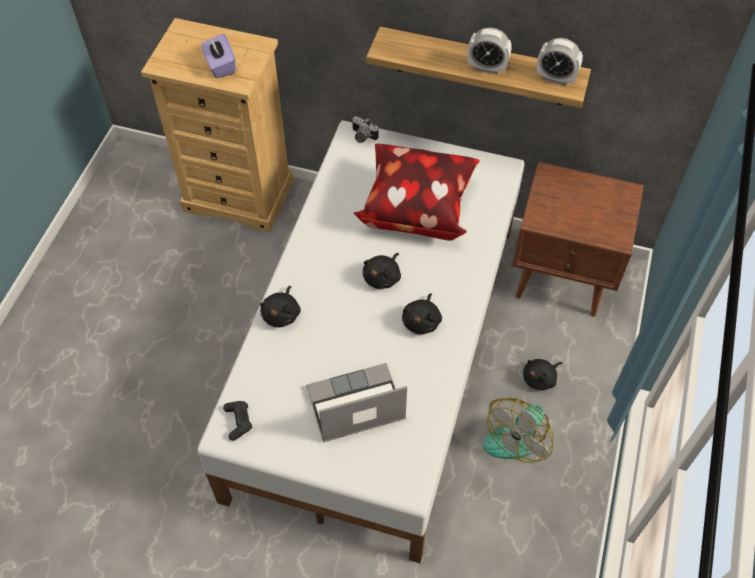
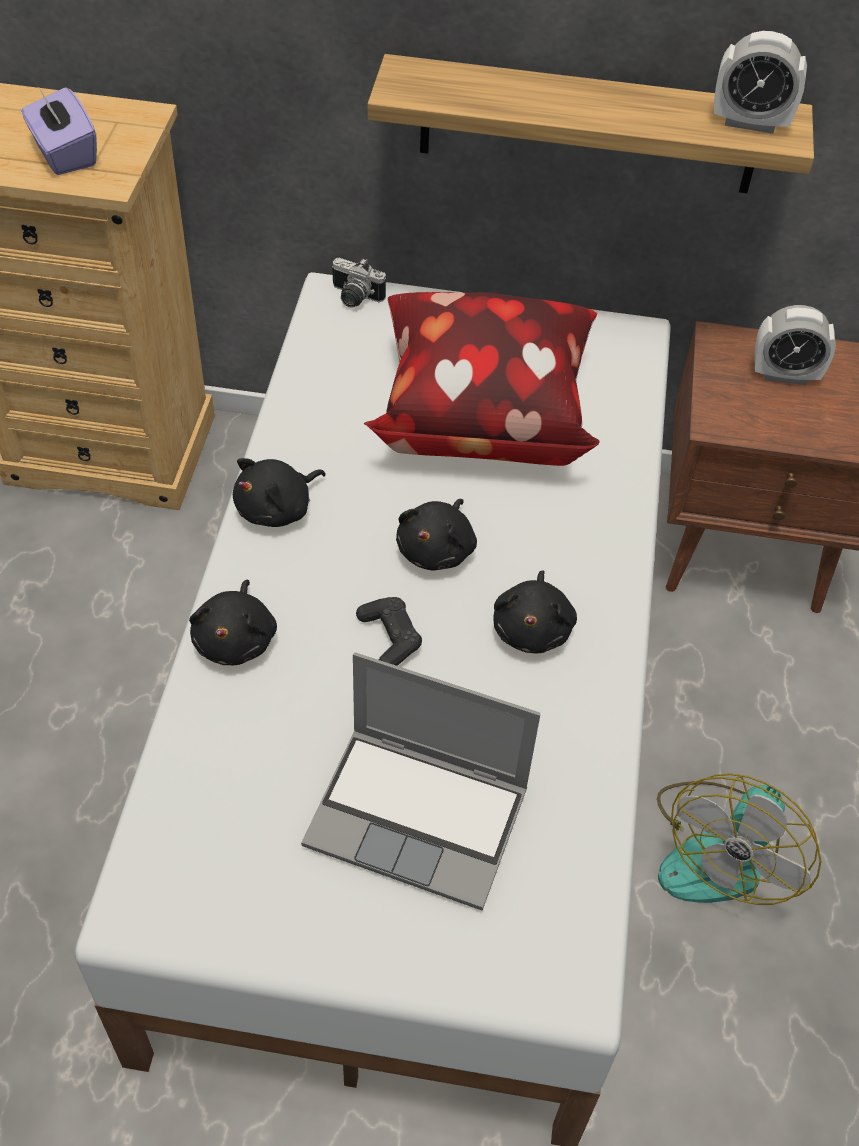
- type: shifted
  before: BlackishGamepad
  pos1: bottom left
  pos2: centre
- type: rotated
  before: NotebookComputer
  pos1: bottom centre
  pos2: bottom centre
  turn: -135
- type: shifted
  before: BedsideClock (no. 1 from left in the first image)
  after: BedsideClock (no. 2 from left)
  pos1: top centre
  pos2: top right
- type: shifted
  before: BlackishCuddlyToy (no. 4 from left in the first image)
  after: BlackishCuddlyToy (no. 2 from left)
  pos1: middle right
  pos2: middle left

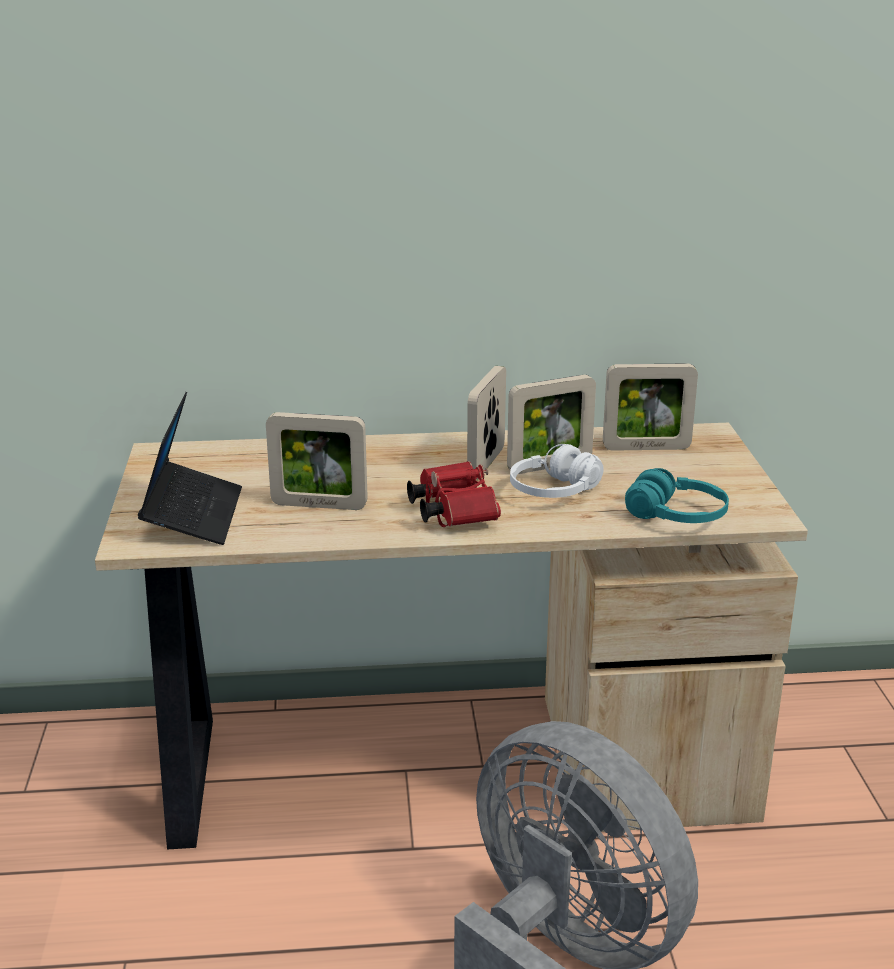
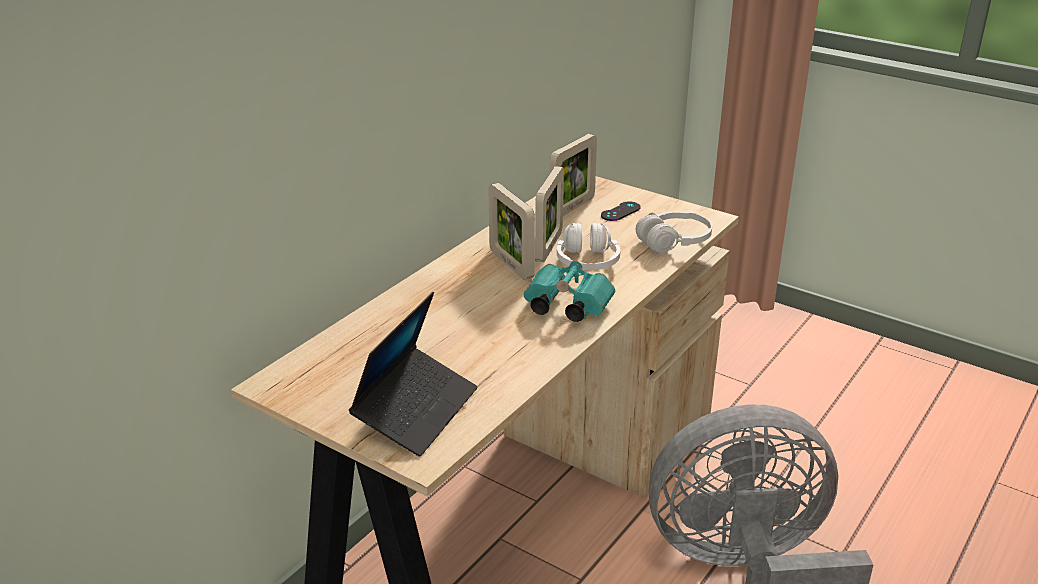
- type: rotated
  before: NotebookComputer
  pos1: middle left
  pos2: centre
  turn: 75
- type: gone
  before: PhotoFrame (no. 1 from left)
  pos1: centre
- type: repainted
  before: ReddishPairOfBinoculars
  after: TurquoiseColouredPairOfBinoculars
  pos1: centre
  pos2: centre
- type: repainted
  before: TurquoiseColouredHeadset
  after: WhitishHeadset (no. 2 from left)
  pos1: middle right
  pos2: centre
- type: new
  after: BlackishGamepad
  pos2: centre

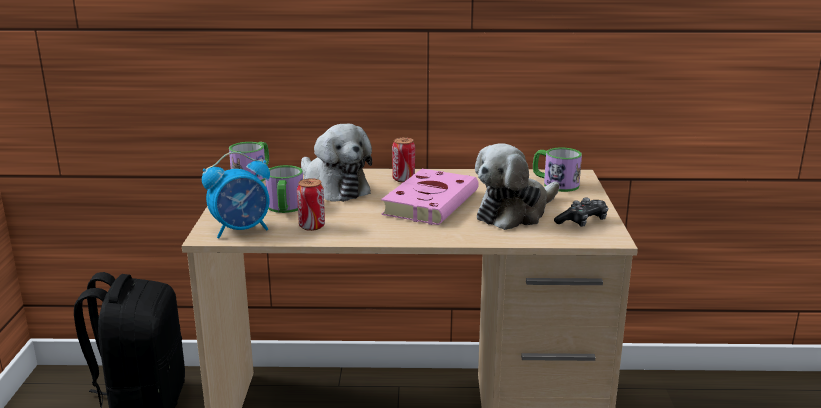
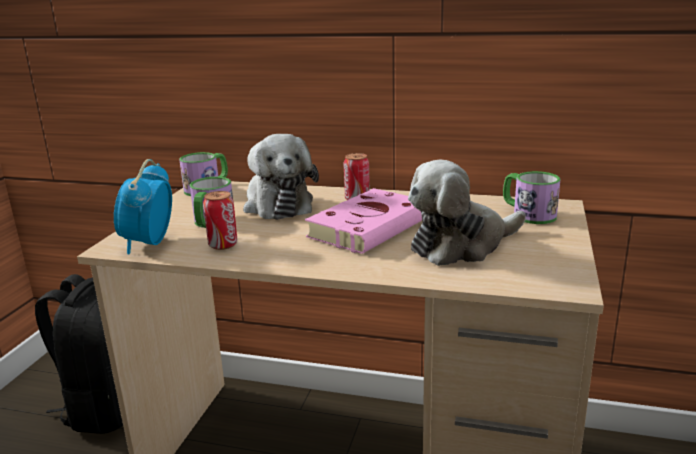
- type: rotated
  before: BedsideClock
  pos1: middle left
  pos2: middle left
  turn: 105
- type: gone
  before: Gamepad
  pos1: middle right

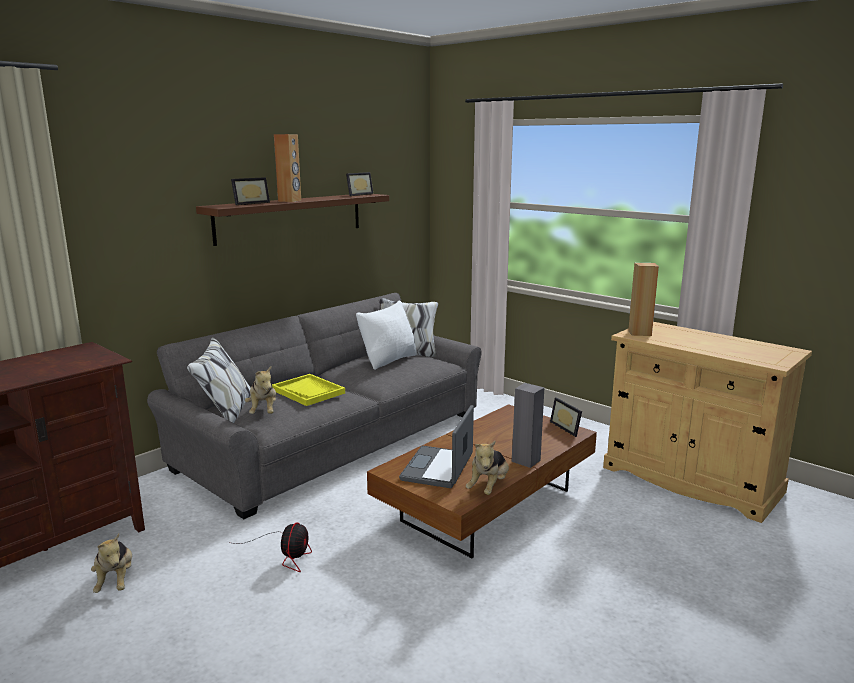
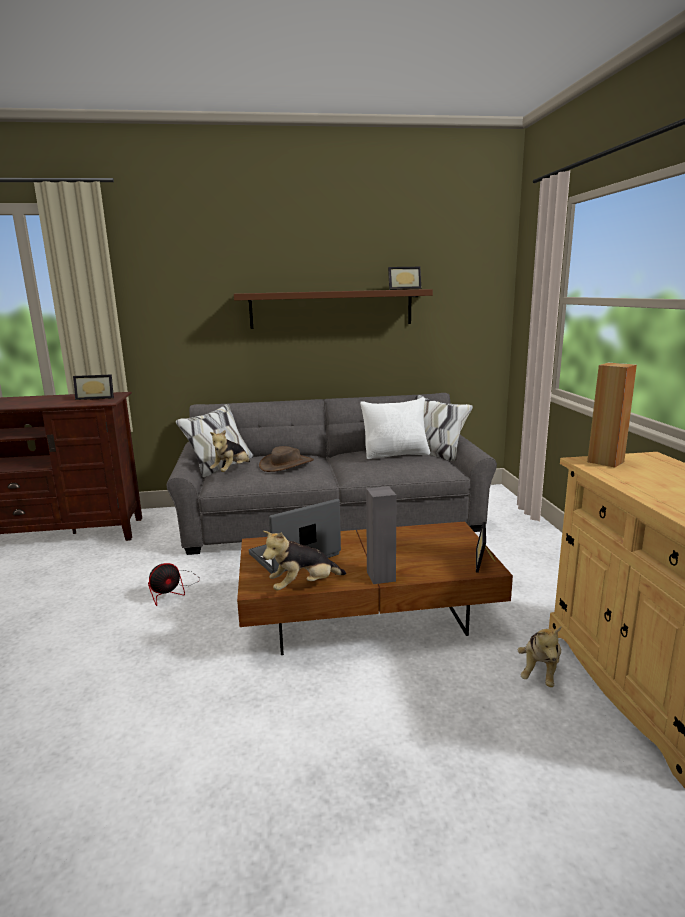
- type: shifted
  before: CuddlyToy (no. 1 from left in the first image)
  after: CuddlyToy (no. 3 from left)
  pos1: bottom left
  pos2: bottom right
- type: shifted
  before: PhotoFrame (no. 1 from left)
  pos1: top left
  pos2: middle left
- type: swapped
  before: YellowServingTray
  after: BrownColouredWearableHat
  pos1: centre
  pos2: centre
- type: gone
  before: BrownColouredAudioSpeaker (no. 1 from left)
  pos1: top centre

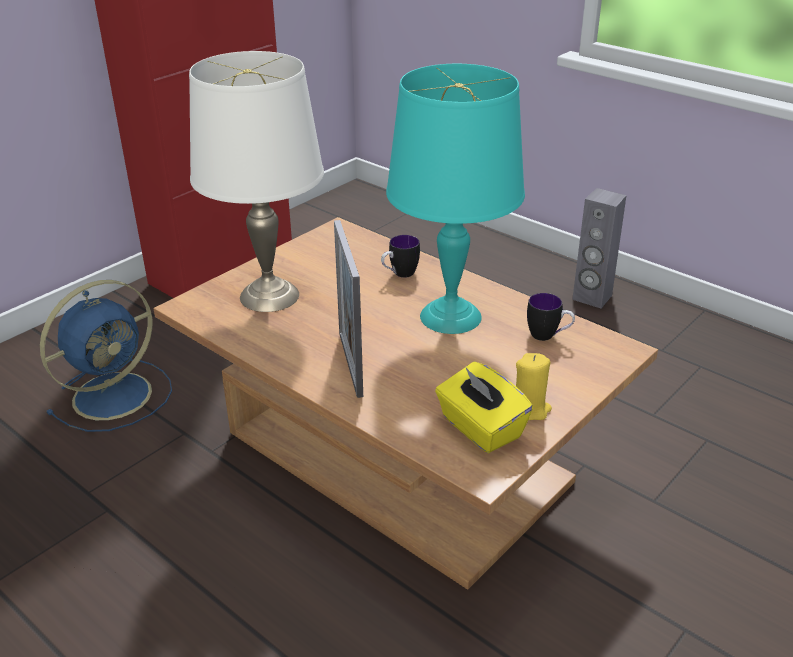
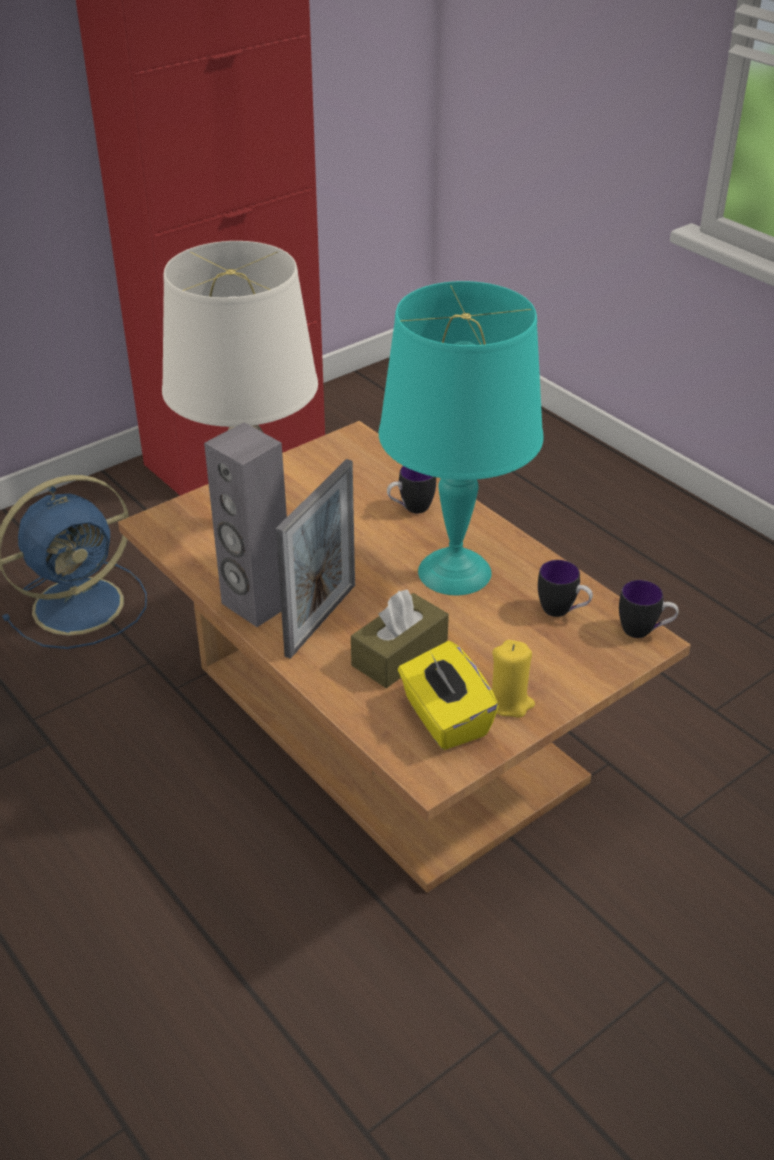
- type: rotated
  before: PhotoFrame
  pos1: centre
  pos2: centre
  turn: -150
- type: shifted
  before: GrayAudioSpeaker
  pos1: middle right
  pos2: middle left
- type: new
  after: BrownColouredTissueBox
  pos2: centre
- type: new
  after: CoffeeMug (no. 3 from left)
  pos2: middle right

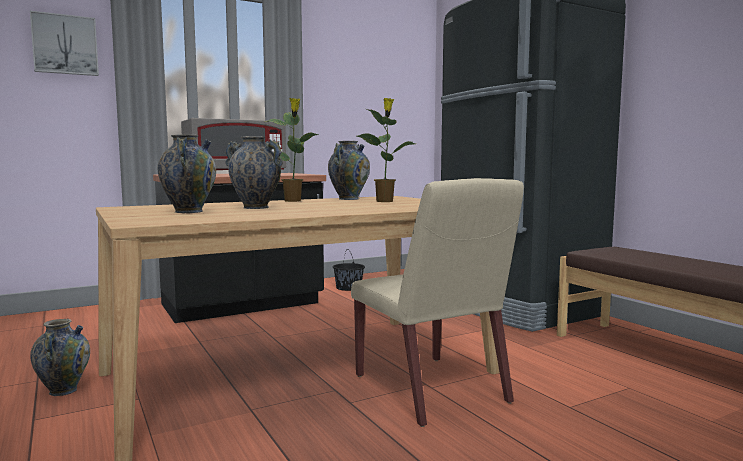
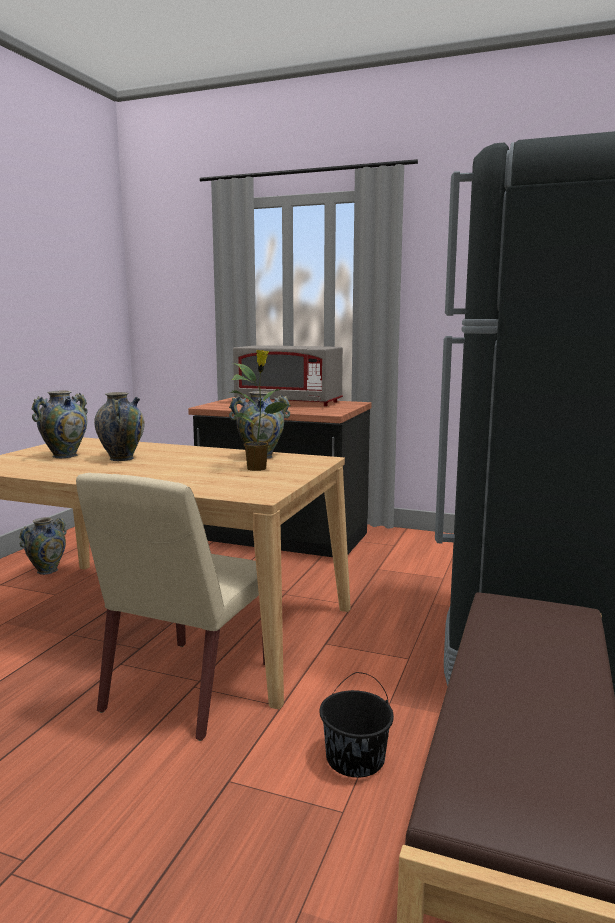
- type: gone
  before: WallArt
  pos1: top left
- type: gone
  before: Houseplant (no. 1 from left)
  pos1: top centre
- type: shifted
  before: BlackishPail
  pos1: centre
  pos2: bottom centre

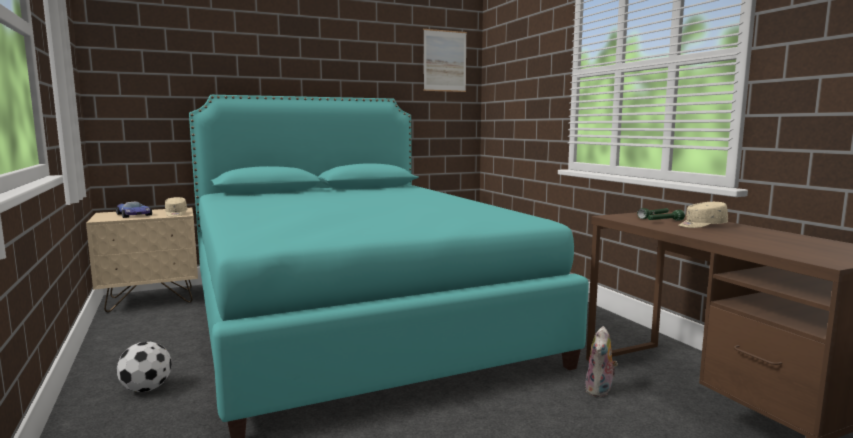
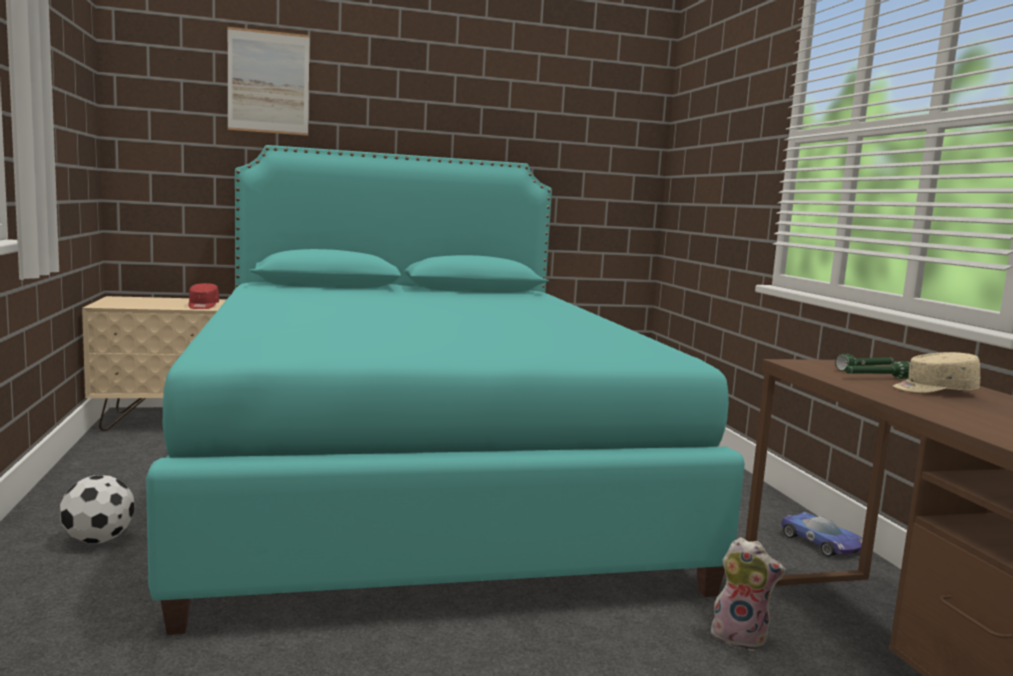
- type: shifted
  before: ToyCar
  pos1: middle left
  pos2: bottom right
- type: repainted
  before: BeigeColouredCap (no. 1 from left)
  after: ReddishCap
  pos1: middle left
  pos2: middle left
- type: shifted
  before: WallArt
  pos1: top centre
  pos2: top left
- type: rotated
  before: CuddlyToy
  pos1: bottom right
  pos2: bottom right
  turn: -105

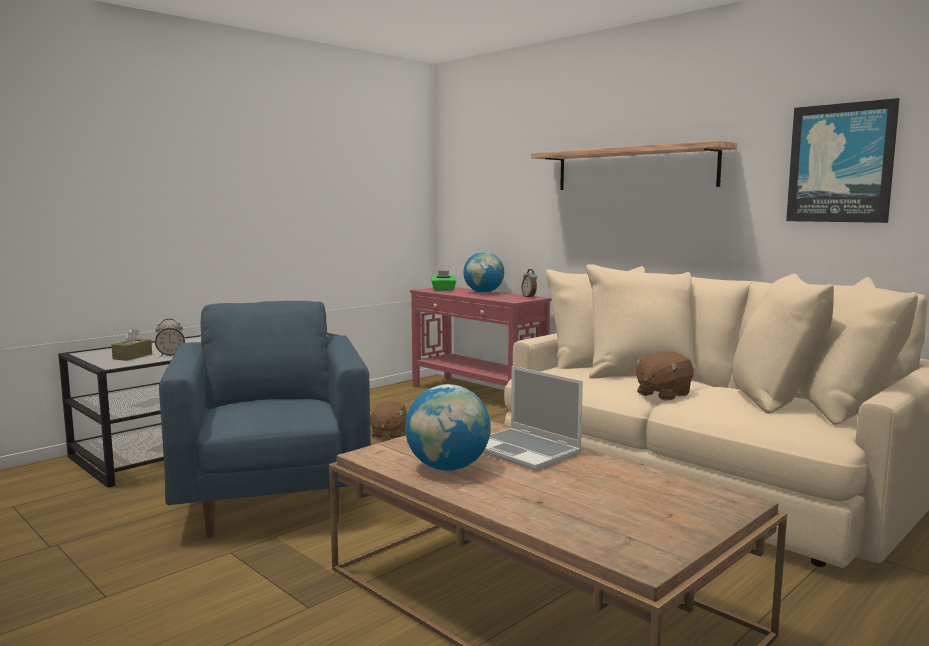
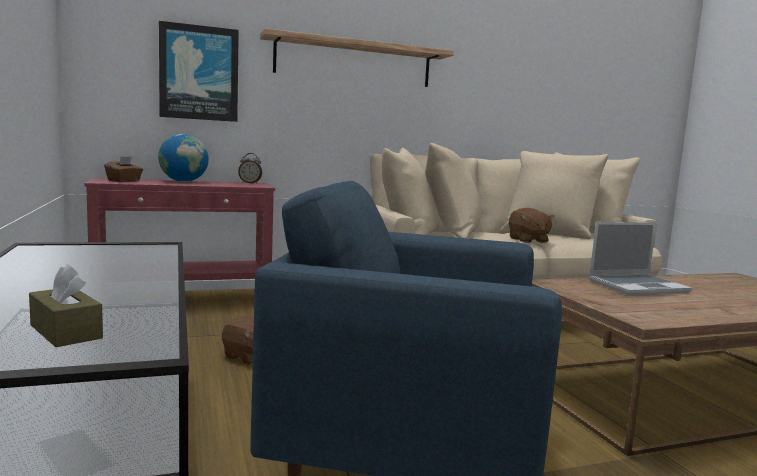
- type: gone
  before: BedsideClock (no. 1 from left)
  pos1: middle left
- type: gone
  before: Globe (no. 1 from left)
  pos1: centre
- type: repainted
  before: GreenishTissueBox
  after: BrownColouredTissueBox (no. 2 from left)
  pos1: centre
  pos2: middle left
- type: shifted
  before: WallArt
  pos1: top right
  pos2: top left

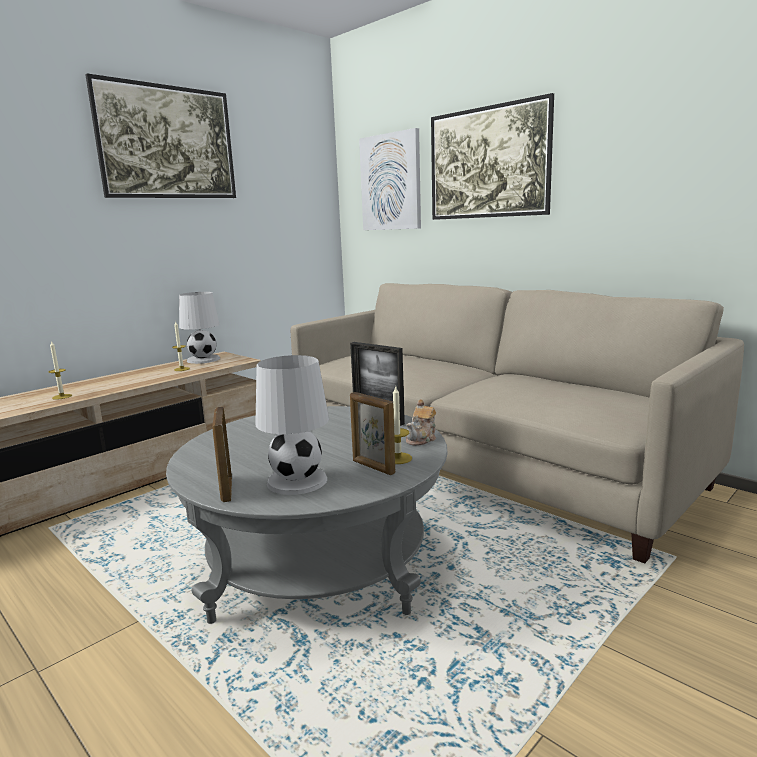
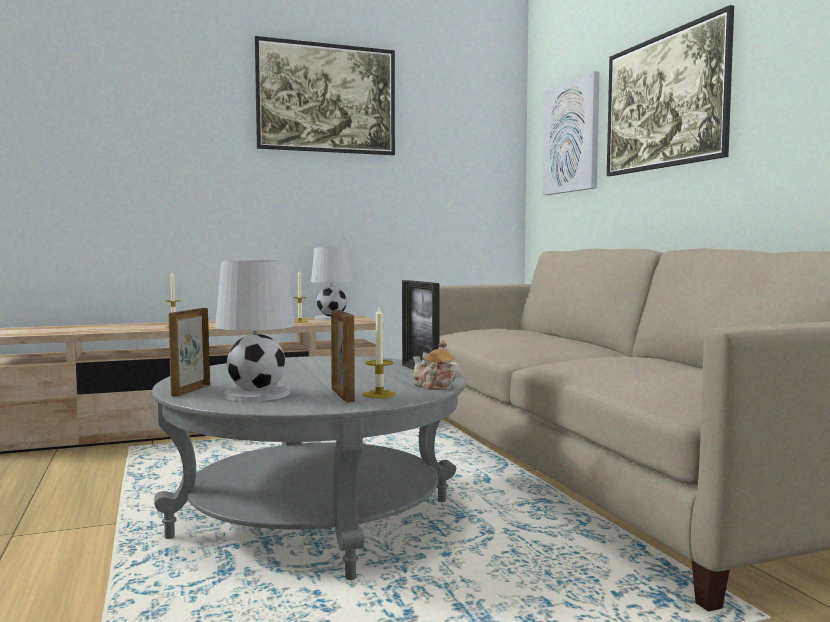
- type: rotated
  before: PotForTea
  pos1: centre
  pos2: centre
  turn: 75

